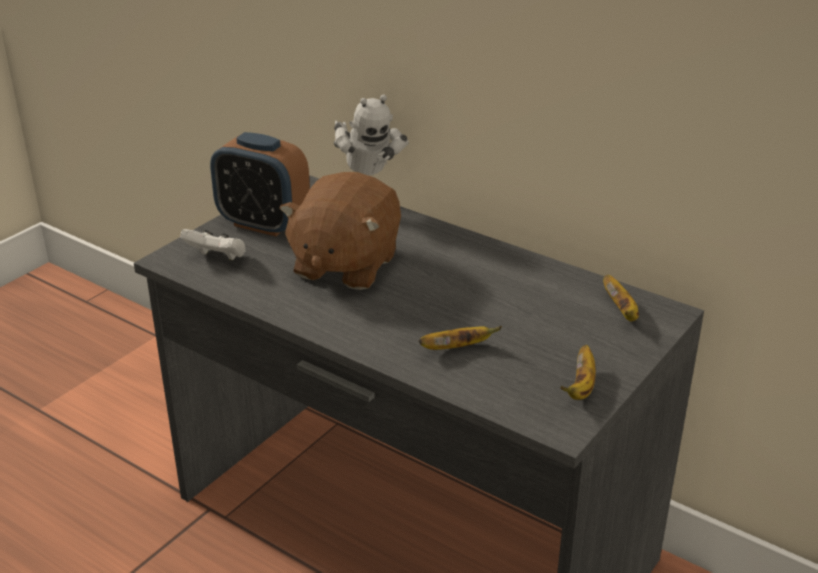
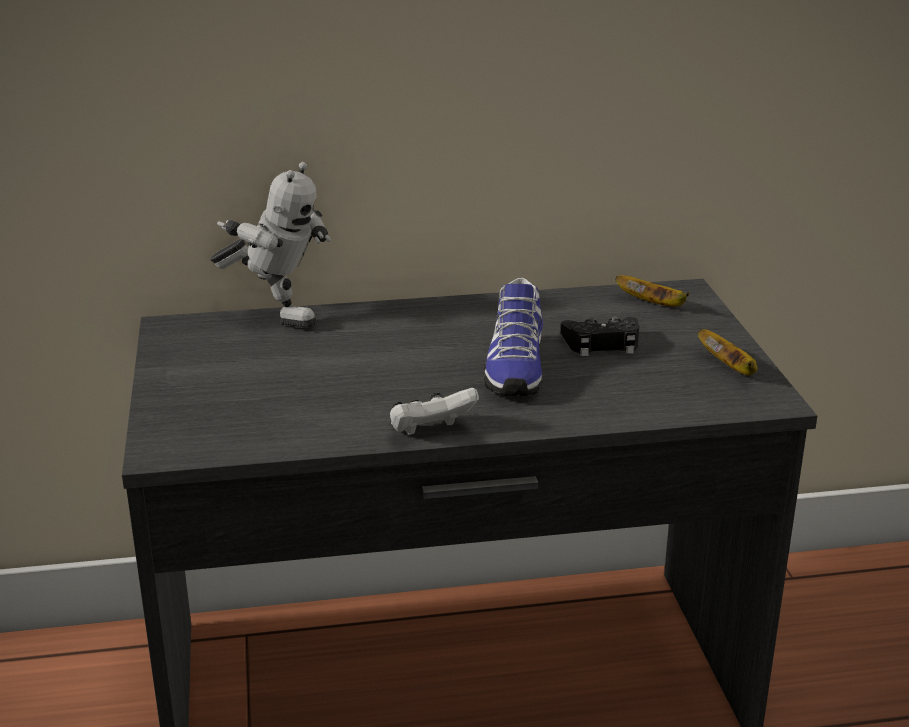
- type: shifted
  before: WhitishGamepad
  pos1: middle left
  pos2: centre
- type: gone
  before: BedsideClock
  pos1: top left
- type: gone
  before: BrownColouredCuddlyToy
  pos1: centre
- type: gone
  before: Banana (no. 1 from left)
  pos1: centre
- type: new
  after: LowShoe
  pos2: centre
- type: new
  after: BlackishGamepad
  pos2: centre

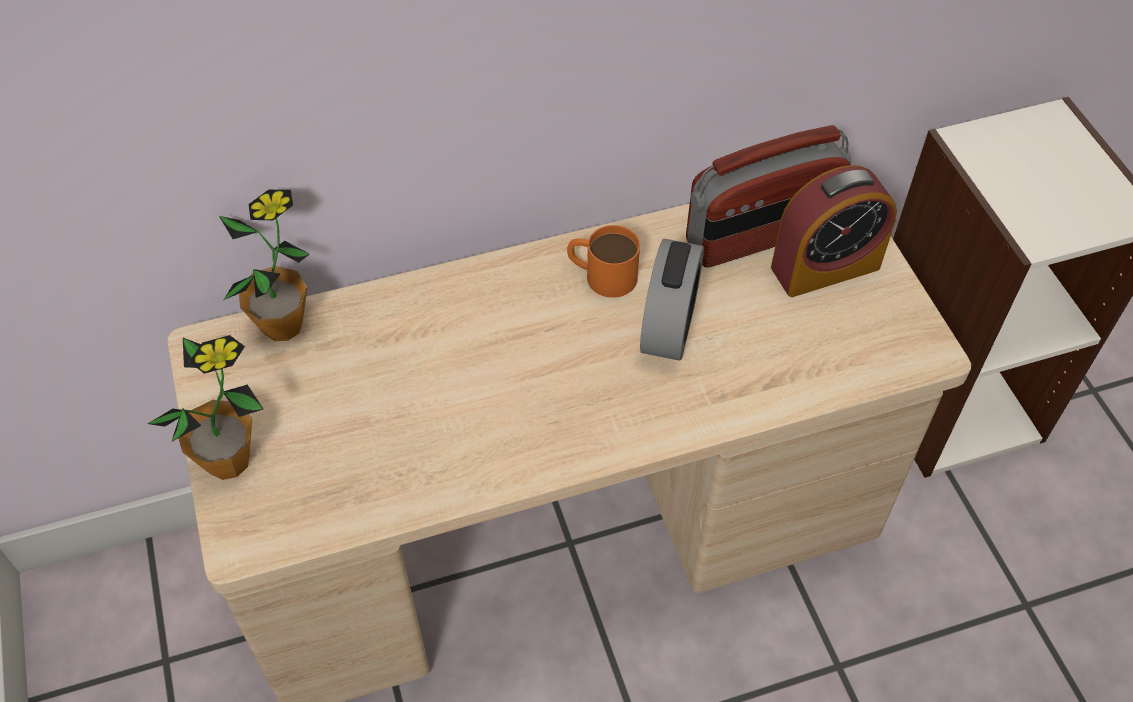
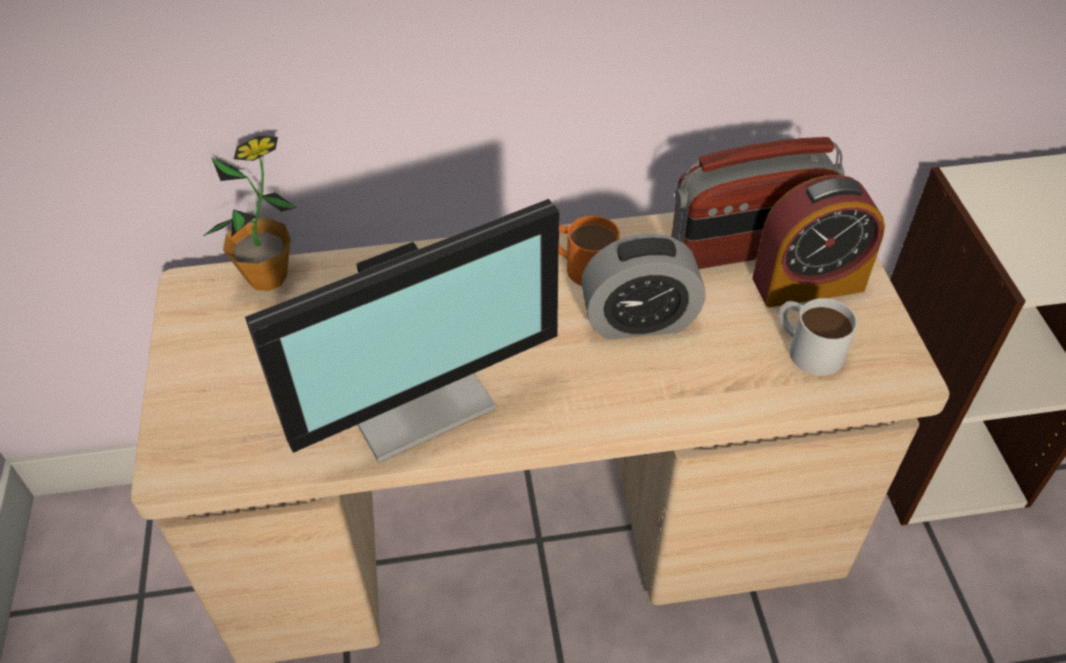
- type: gone
  before: Houseplant (no. 1 from left)
  pos1: middle left
- type: rotated
  before: BedsideClock (no. 1 from left)
  pos1: centre
  pos2: centre
  turn: 60
- type: new
  after: ComputerScreen
  pos2: centre
- type: new
  after: WhitishCoffeeMug
  pos2: middle right

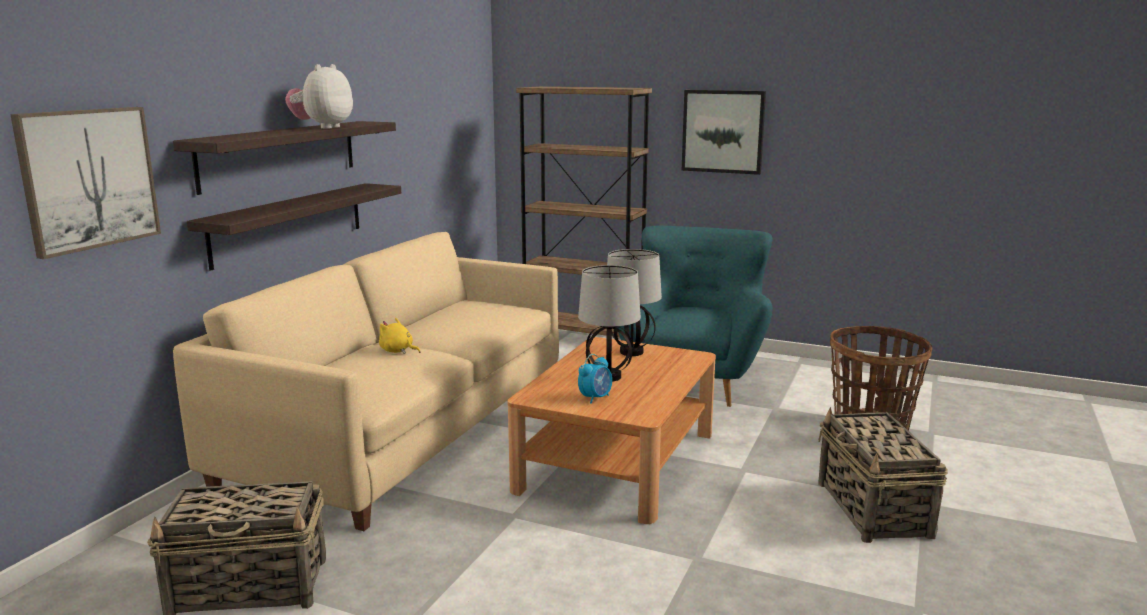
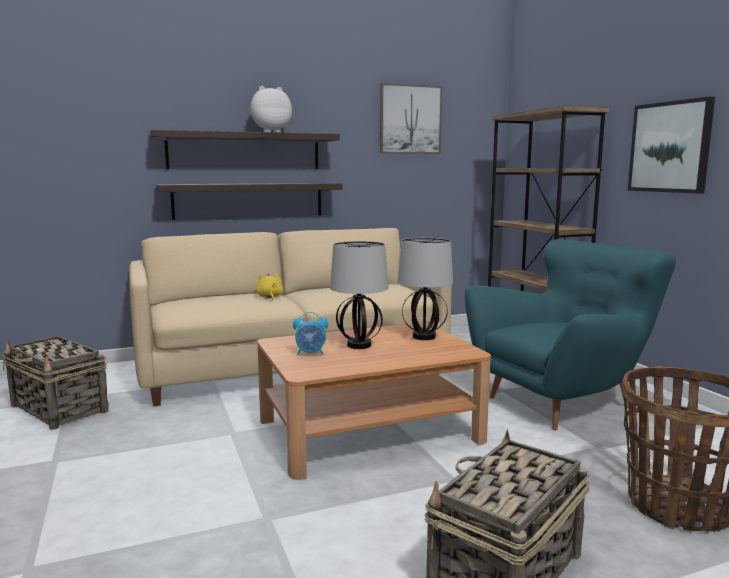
- type: shifted
  before: WallArt (no. 1 from left)
  pos1: top left
  pos2: top centre

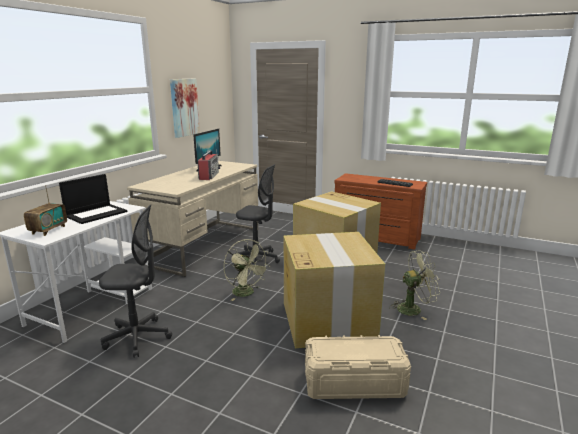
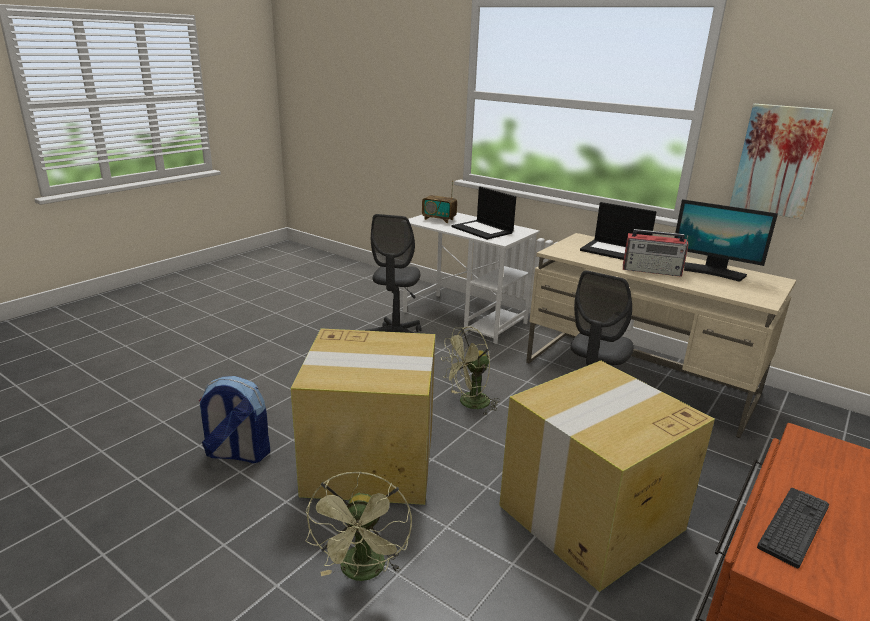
- type: swapped
  before: BeigeColouredStorageContainer
  after: Backpack
  pos1: bottom centre
  pos2: bottom left
- type: new
  after: NotebookComputer (no. 2 from left)
  pos2: middle right

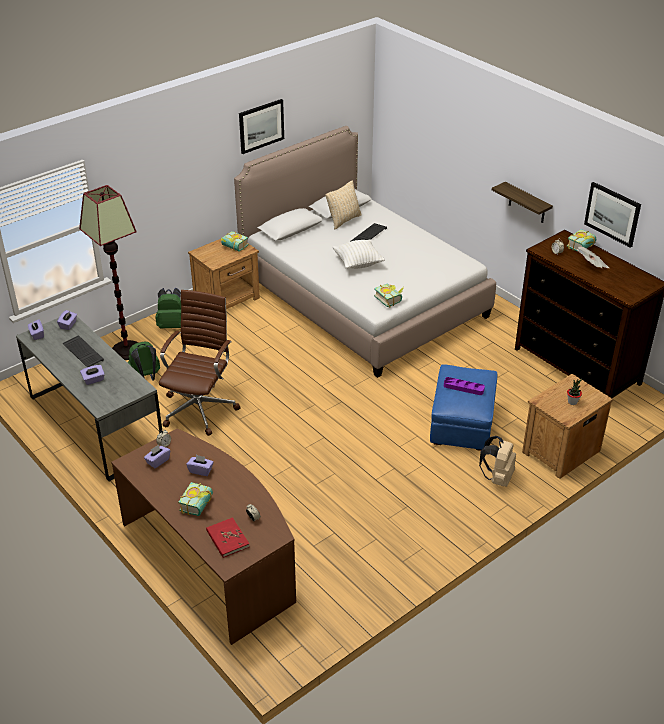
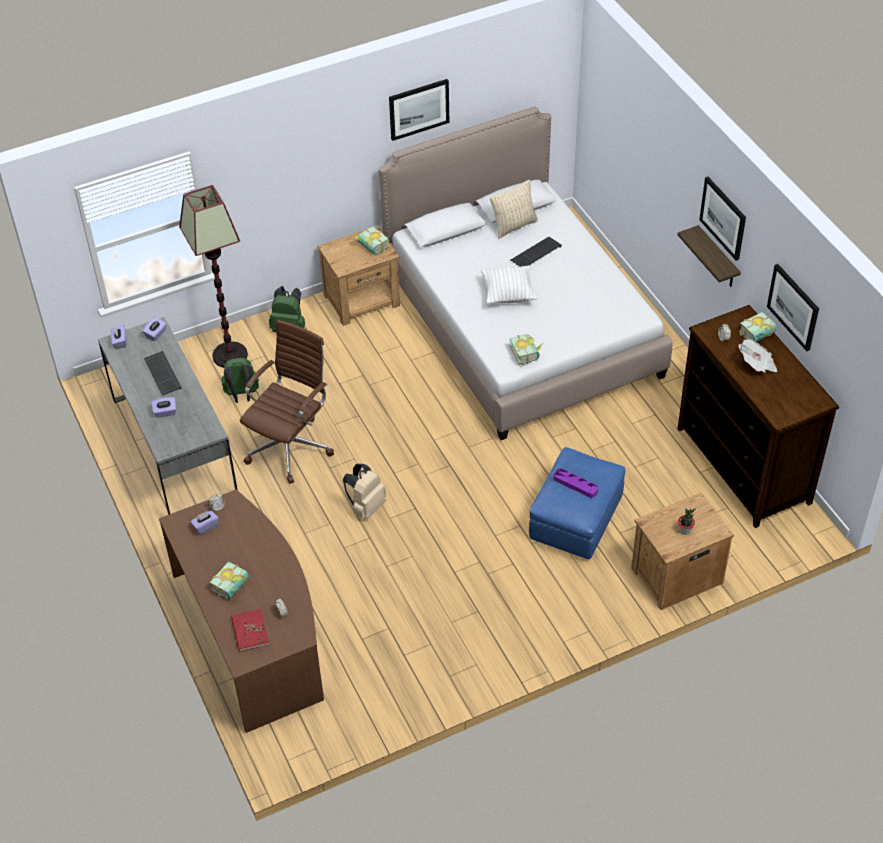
- type: gone
  before: PurpleTissueBox (no. 5 from left)
  pos1: middle left
- type: shifted
  before: BeigeColouredBackpack
  pos1: middle right
  pos2: centre
- type: new
  after: WallArt (no. 2 from left)
  pos2: top right

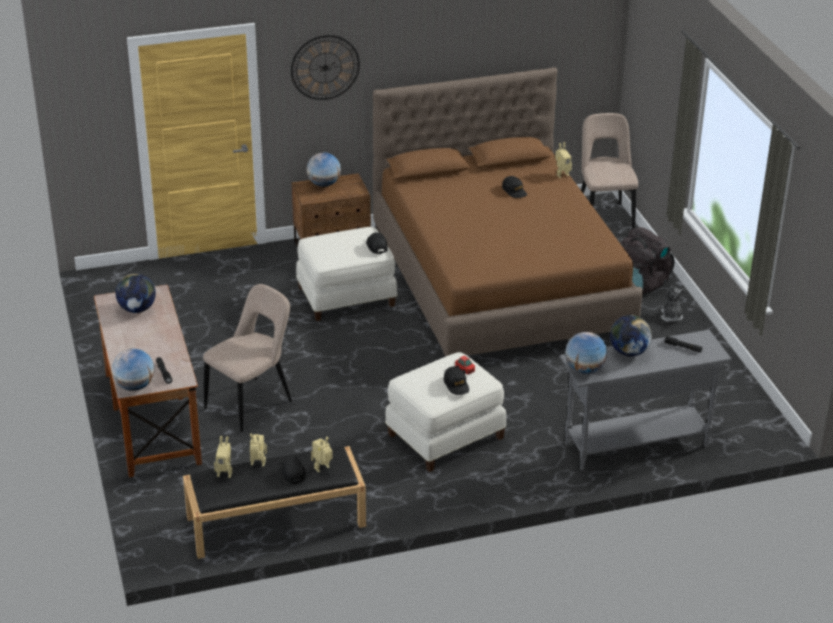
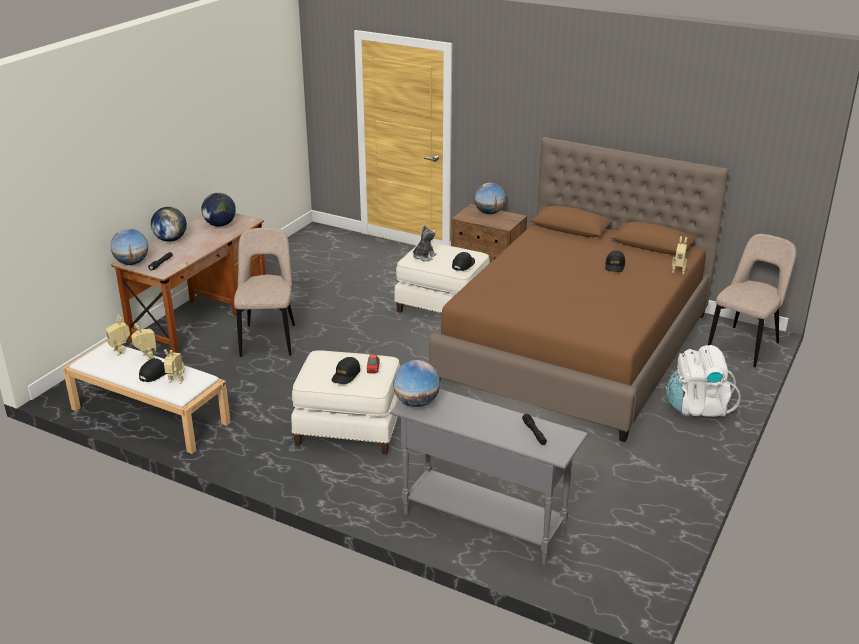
- type: repainted
  before: BlackishIndoorBench
  after: WhitishIndoorBench
  pos1: bottom left
  pos2: middle left
- type: rotated
  before: BeigeColouredPlainChair (no. 1 from left)
  pos1: middle left
  pos2: middle left
  turn: -90
- type: gone
  before: ClockOnTheWall
  pos1: top centre
- type: shifted
  before: Globe (no. 5 from left in the first image)
  after: Globe (no. 2 from left)
  pos1: middle right
  pos2: middle left
- type: repainted
  before: BlackishBackpack
  after: WhitishBackpack
  pos1: middle right
  pos2: middle right
- type: shifted
  before: CuddlyToy
  pos1: middle right
  pos2: centre

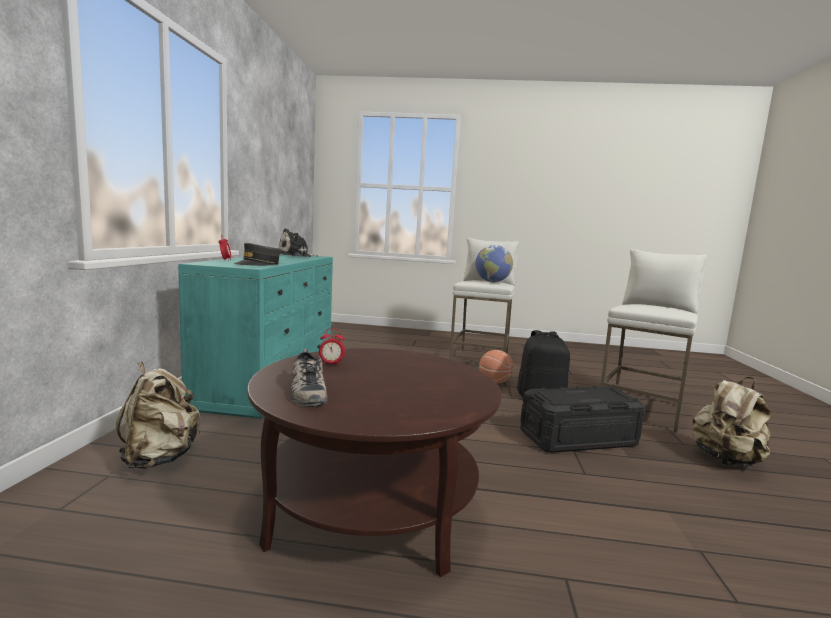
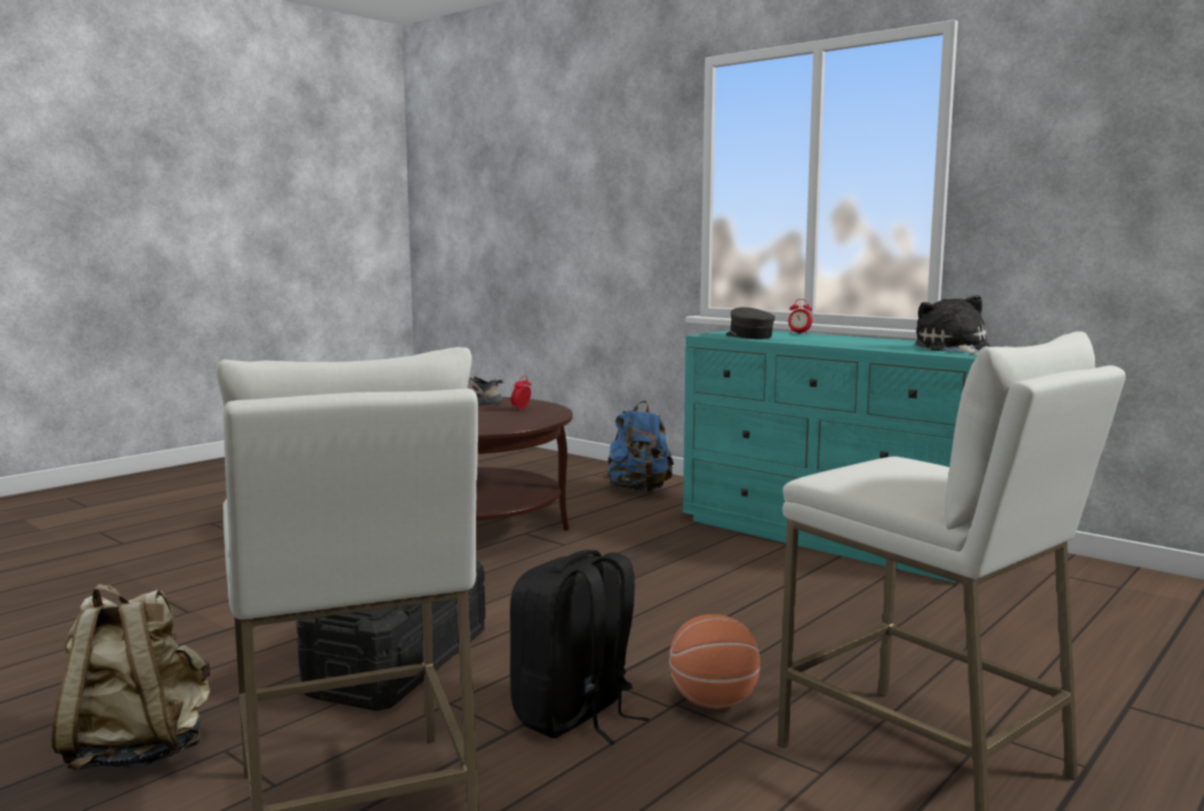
- type: repainted
  before: BeigeColouredBackpack (no. 1 from left)
  after: BluishBackpack
  pos1: bottom left
  pos2: centre
- type: gone
  before: Globe
  pos1: centre

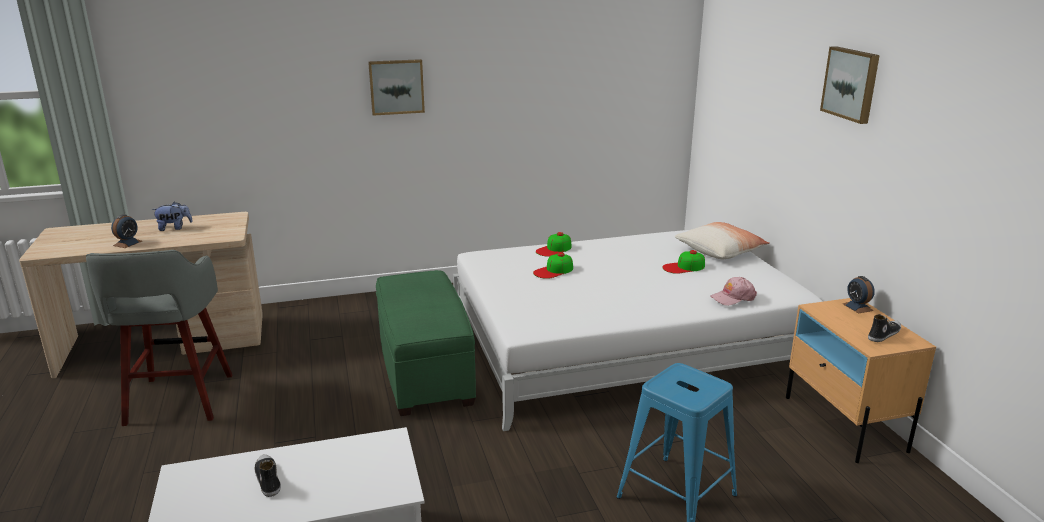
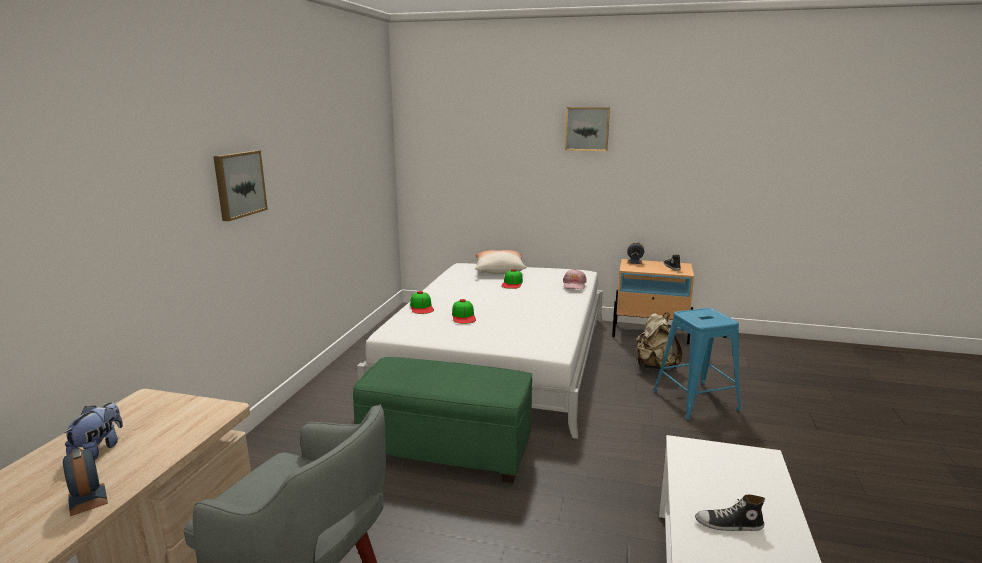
- type: new
  after: BeigeColouredBackpack
  pos2: middle right

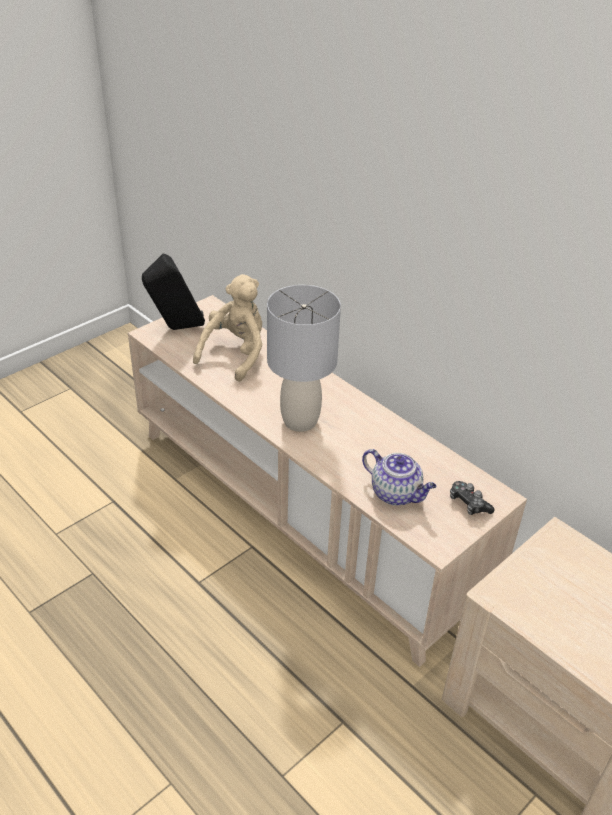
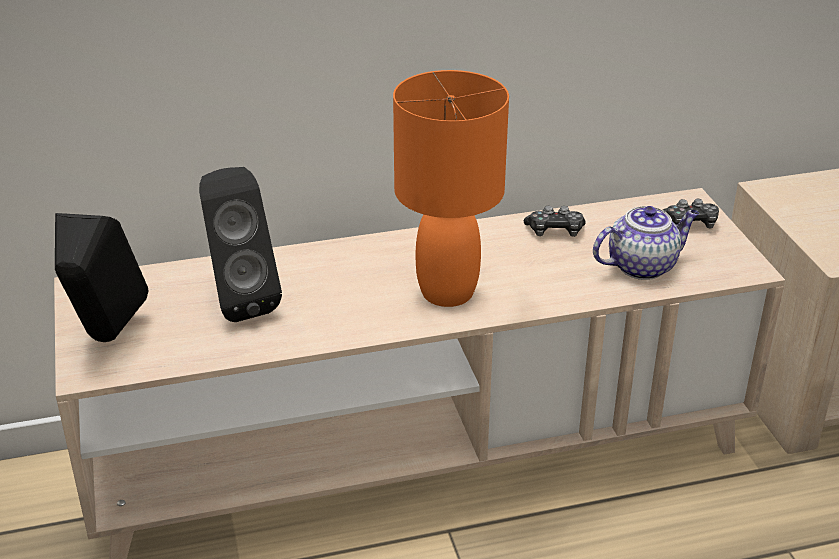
- type: swapped
  before: BeigeColouredCuddlyToy
  after: BlackishAudioSpeaker (no. 2 from left)
  pos1: centre
  pos2: middle left
- type: repainted
  before: GrayLampForATable
  after: OrangeLampForATable
  pos1: centre
  pos2: centre
- type: new
  after: Gamepad (no. 1 from left)
  pos2: centre

